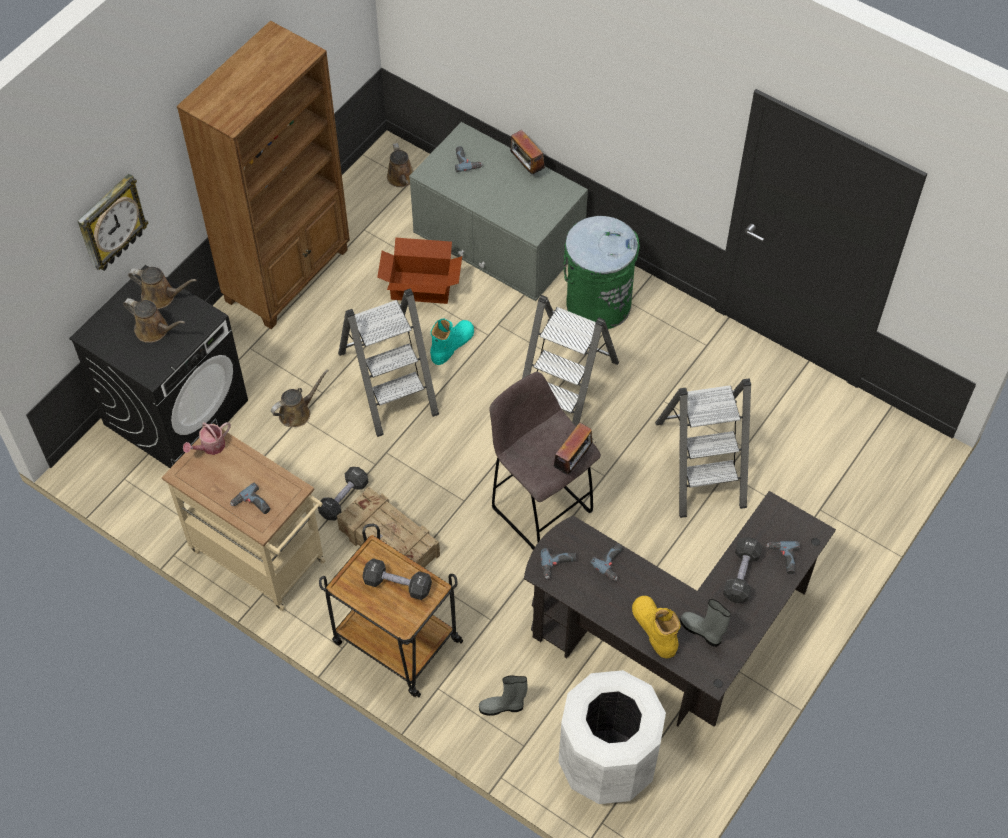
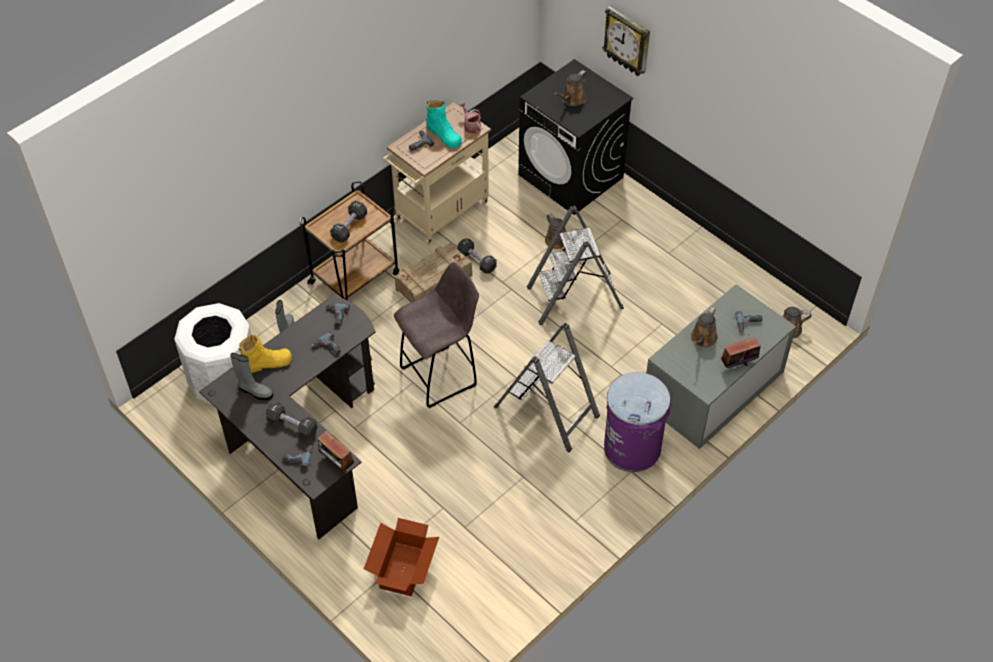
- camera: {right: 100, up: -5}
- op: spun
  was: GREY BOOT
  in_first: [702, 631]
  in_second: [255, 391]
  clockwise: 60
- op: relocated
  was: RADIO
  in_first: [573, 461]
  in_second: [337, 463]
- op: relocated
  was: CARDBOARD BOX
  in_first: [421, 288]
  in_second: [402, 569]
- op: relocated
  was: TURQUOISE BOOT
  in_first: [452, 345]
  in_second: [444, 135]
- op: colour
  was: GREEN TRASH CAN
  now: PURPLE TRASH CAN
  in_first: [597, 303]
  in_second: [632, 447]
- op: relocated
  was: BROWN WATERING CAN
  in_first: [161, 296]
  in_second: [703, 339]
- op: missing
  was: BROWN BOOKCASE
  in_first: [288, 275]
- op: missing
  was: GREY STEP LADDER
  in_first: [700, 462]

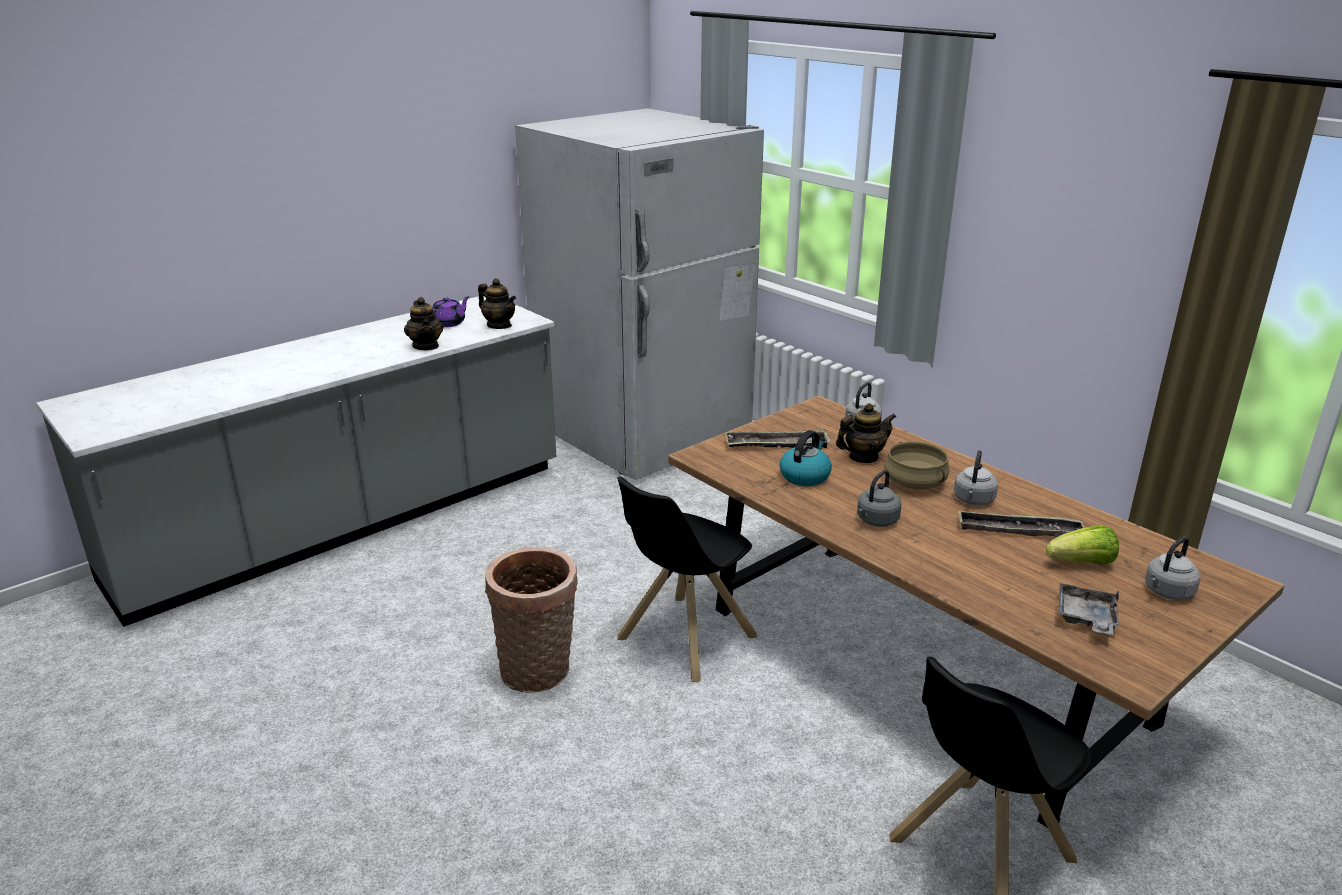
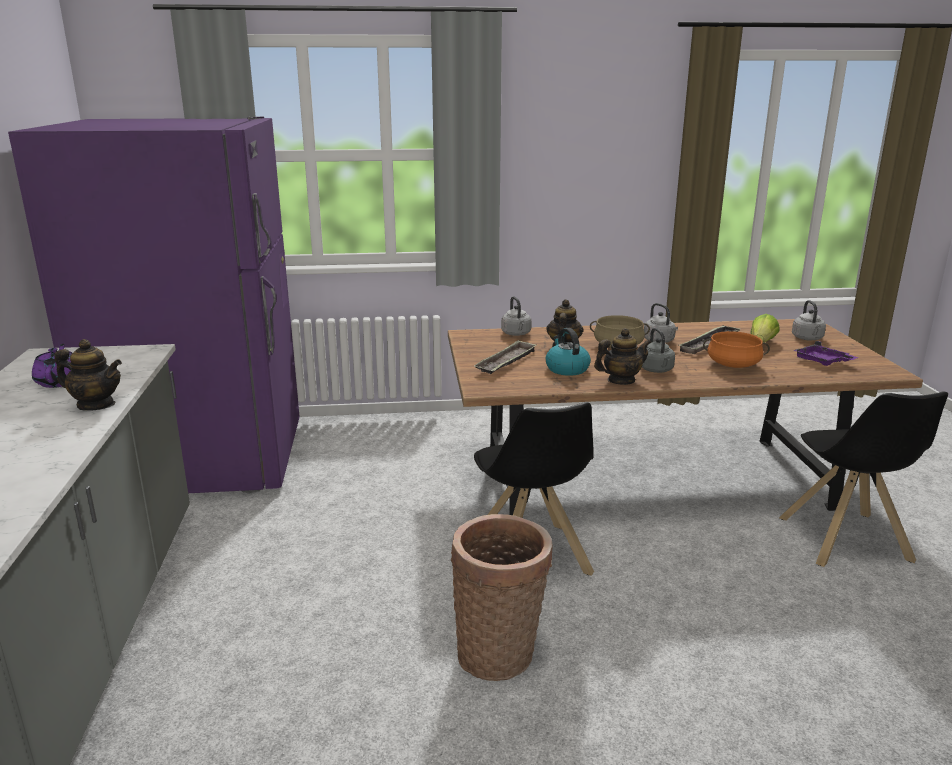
- camera: {right: -55, up: -5}
- op: colour
  was: WHITE FRIDGE
  now: PURPLE FRIDGE
  in_first: [644, 432]
  in_second: [205, 457]
- op: relocated
  was: TEAPOT
  in_first: [499, 325]
  in_second: [621, 381]
- op: appeared
  now: ORANGE COOKING POT
  in_second: [733, 365]
- op: colour
  was: GREY TRAY
  now: PURPLE TRAY
  in_first: [1086, 618]
  in_second: [822, 362]

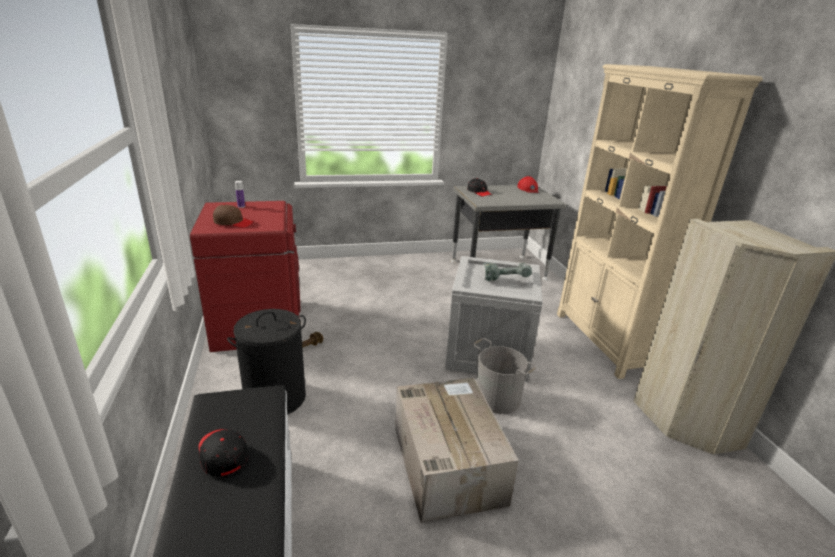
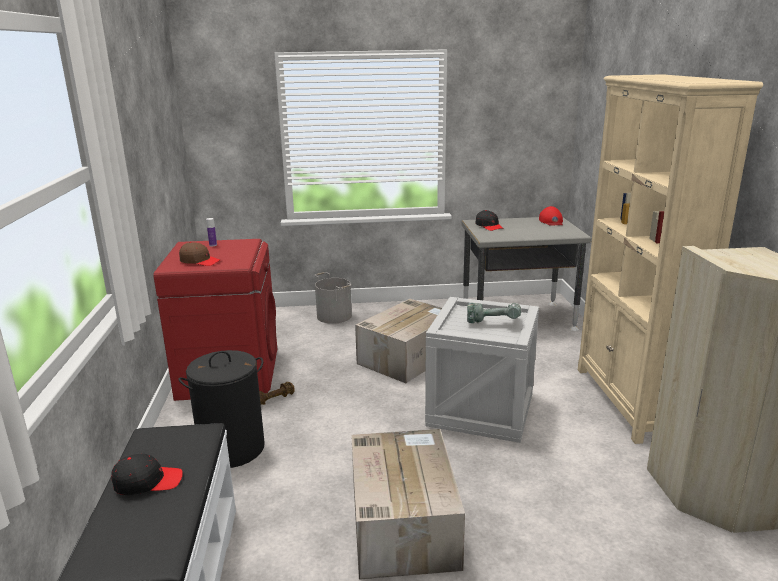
- camera: {right: 10, up: -5}
- op: spun
  was: BLACK CAP
  in_first: [222, 454]
  in_second: [148, 481]
  clockwise: 105
- op: relocated
  was: GREY BUCKET
  in_first: [497, 397]
  in_second: [334, 316]
- op: appeared
  now: CARDBOARD BOX
  in_second: [408, 356]

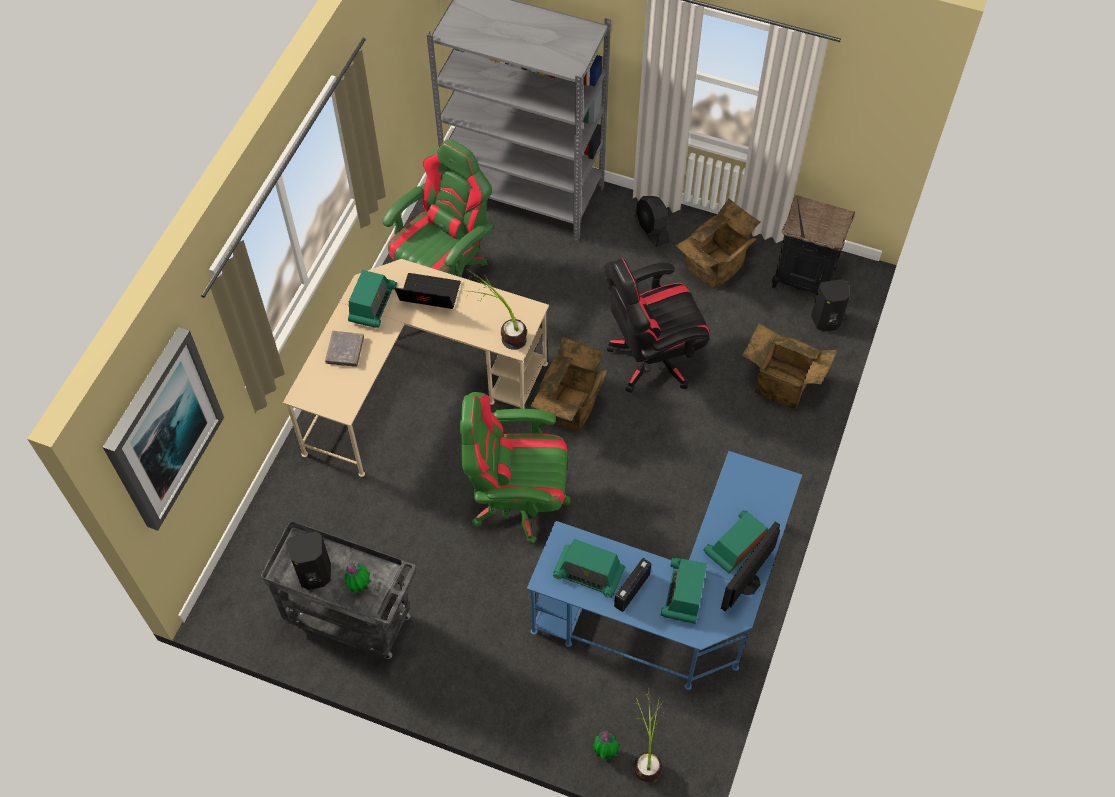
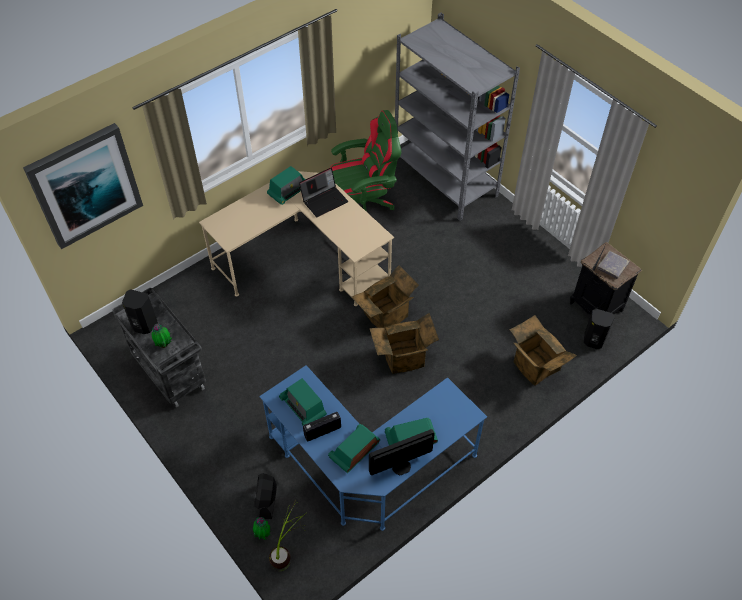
- camera: {right: 30, up: -5}
- op: relocated
  was: BLACK FAN
  in_first: [651, 230]
  in_second: [267, 500]
- op: spun
  was: LAPTOP
  in_first: [428, 296]
  in_second: [324, 200]
  clockwise: 105
- op: relocated
  was: CARDBOARD BOX
  in_first: [715, 267]
  in_second: [403, 358]
- op: relocated
  was: GREY BOOK
  in_first: [345, 350]
  in_second: [612, 266]
- op: missing
  was: GREEN OFFICE CHAIR
  in_first: [518, 500]
- op: missing
  was: POTTED PLANT
  in_first: [501, 332]
- op: missing
  was: BLACK OFFICE CHAIR
  in_first: [653, 357]

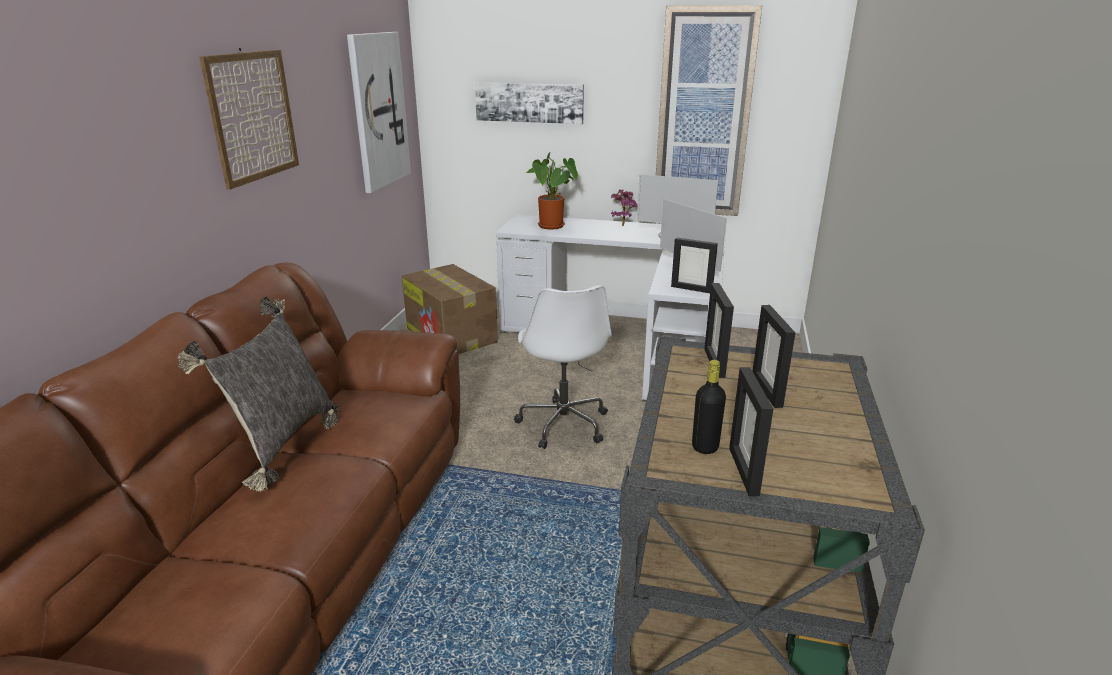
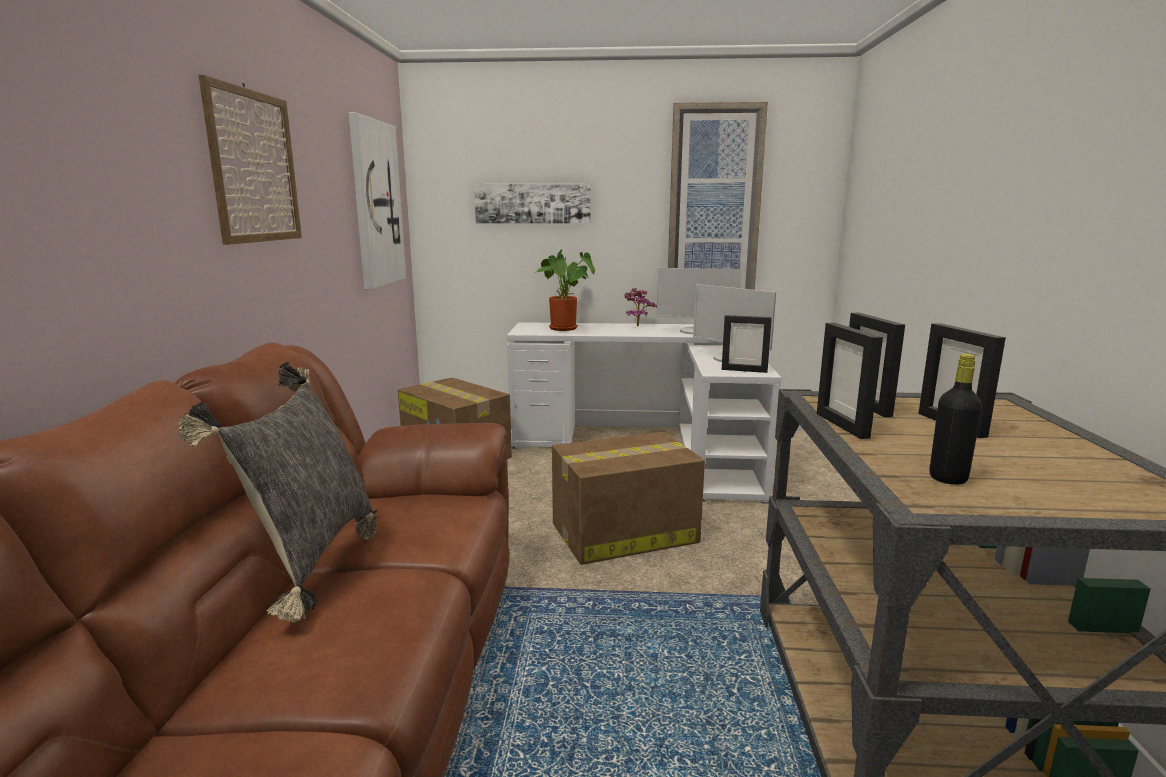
- camera: {right: -10, up: -10}
- op: exchanged
  was: WHITE OFFICE CHAIR
  now: CARDBOARD BOX
  in_first: [564, 426]
  in_second: [622, 533]
- op: relocated
  was: PICTURE FRAME
  in_first: [745, 471]
  in_second: [843, 425]

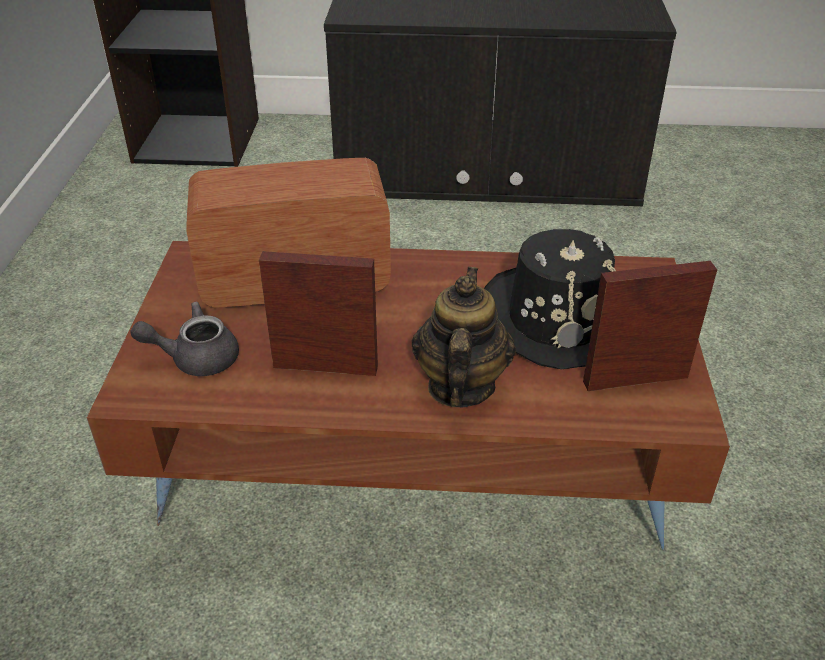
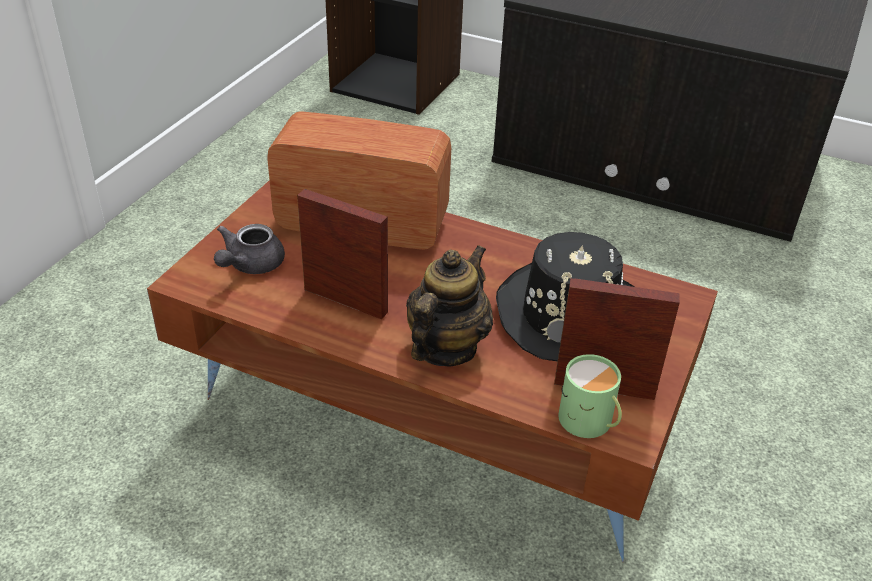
- camera: {right: 20, up: 0}
- op: spun
  was: GREY TEAPOT
  in_first: [196, 358]
  in_second: [250, 265]
  clockwise: -75
- op: appeared
  now: GREEN MUG
  in_second: [589, 422]

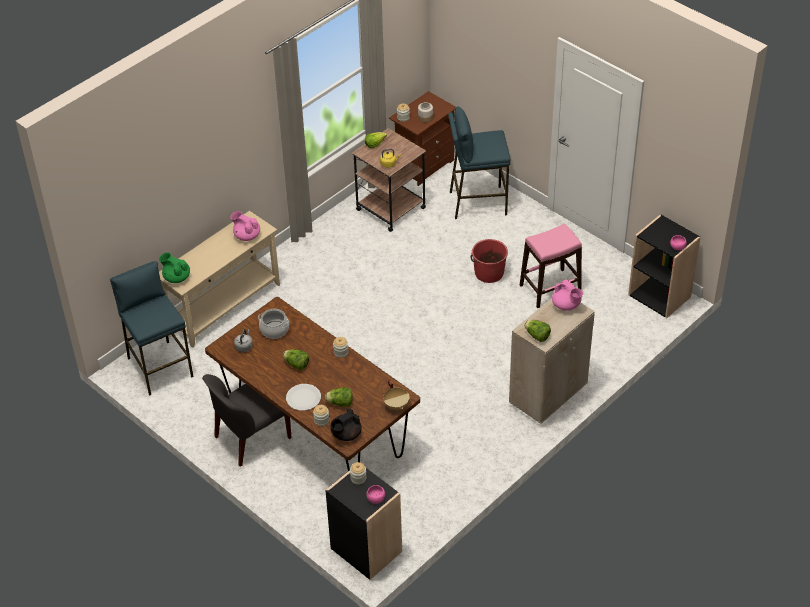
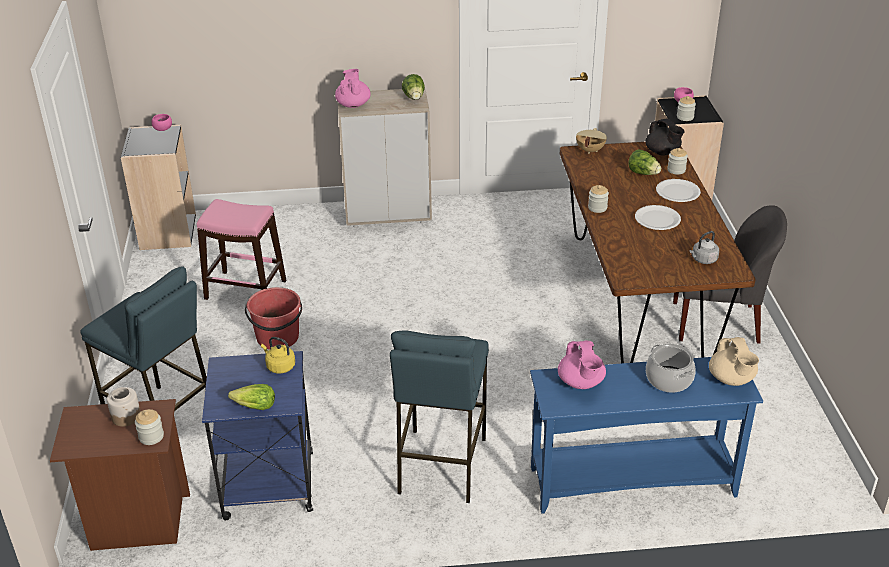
- camera: {right: -140, up: -10}
- op: colour
  was: BROWN CART
  now: BLUE CART
  in_first: [391, 208]
  in_second: [267, 484]
- op: relocated
  was: BLUE STOOL
  in_first: [160, 367]
  in_second: [440, 466]
- op: colour
  was: BEIGE CONSOLE TABLE
  now: BLUE CONSOLE TABLE
  in_first: [224, 306]
  in_second: [631, 482]
- op: exchanged
  was: LETTUCE
  now: WHITE PLATE
  in_first: [296, 364]
  in_second: [657, 219]
- op: spun
  was: BLACK TEAPOT
  in_first: [346, 434]
  in_second: [662, 152]
  clockwise: 60
- op: relocated
  was: COOKING POT
  in_first: [274, 330]
  in_second: [668, 379]
- op: colour
  was: GREEN TEAPOT
  now: BEIGE TEAPOT
  in_first: [176, 277]
  in_second: [731, 379]

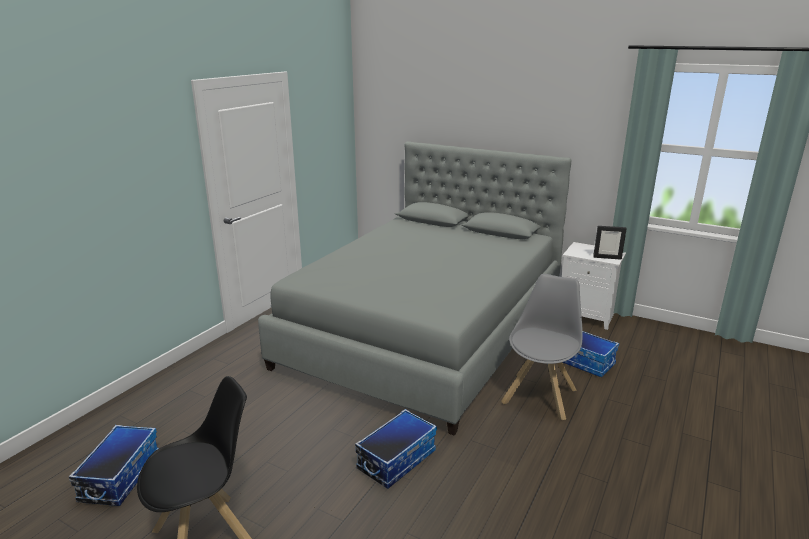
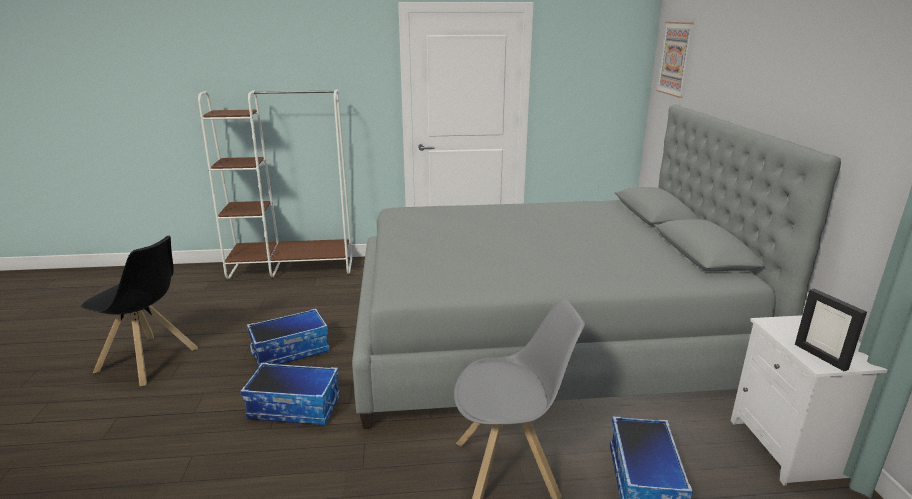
- camera: {right: 55, up: 0}
- op: appeared
  now: BROWN CLOTHES RACK
  in_second: [292, 269]
- op: relocated
  was: STORAGE BOX
  in_first: [120, 477]
  in_second: [290, 351]
- op: appeared
  now: PICTURE
  in_second: [675, 58]

